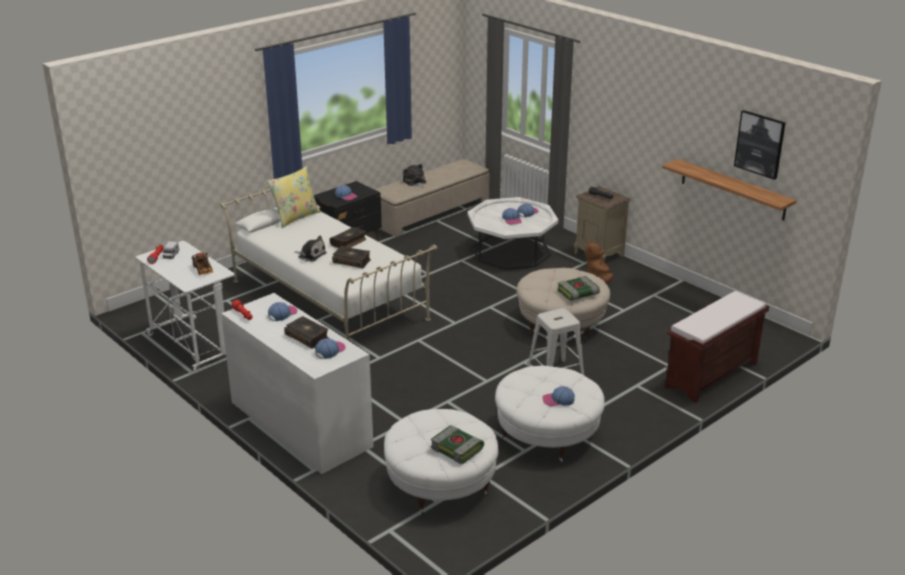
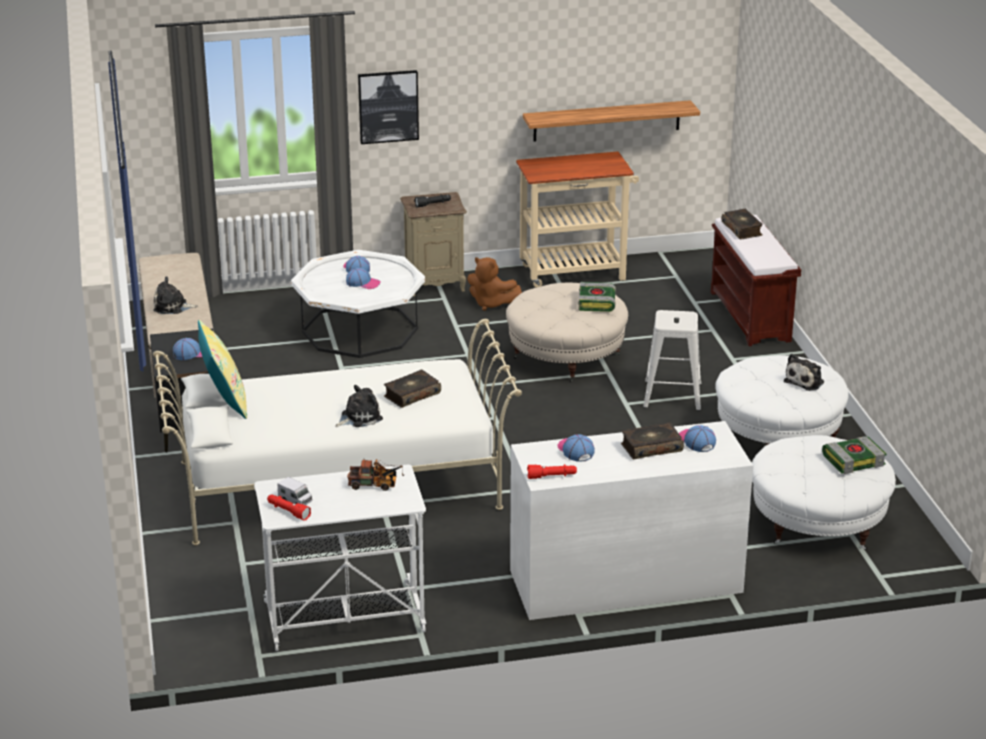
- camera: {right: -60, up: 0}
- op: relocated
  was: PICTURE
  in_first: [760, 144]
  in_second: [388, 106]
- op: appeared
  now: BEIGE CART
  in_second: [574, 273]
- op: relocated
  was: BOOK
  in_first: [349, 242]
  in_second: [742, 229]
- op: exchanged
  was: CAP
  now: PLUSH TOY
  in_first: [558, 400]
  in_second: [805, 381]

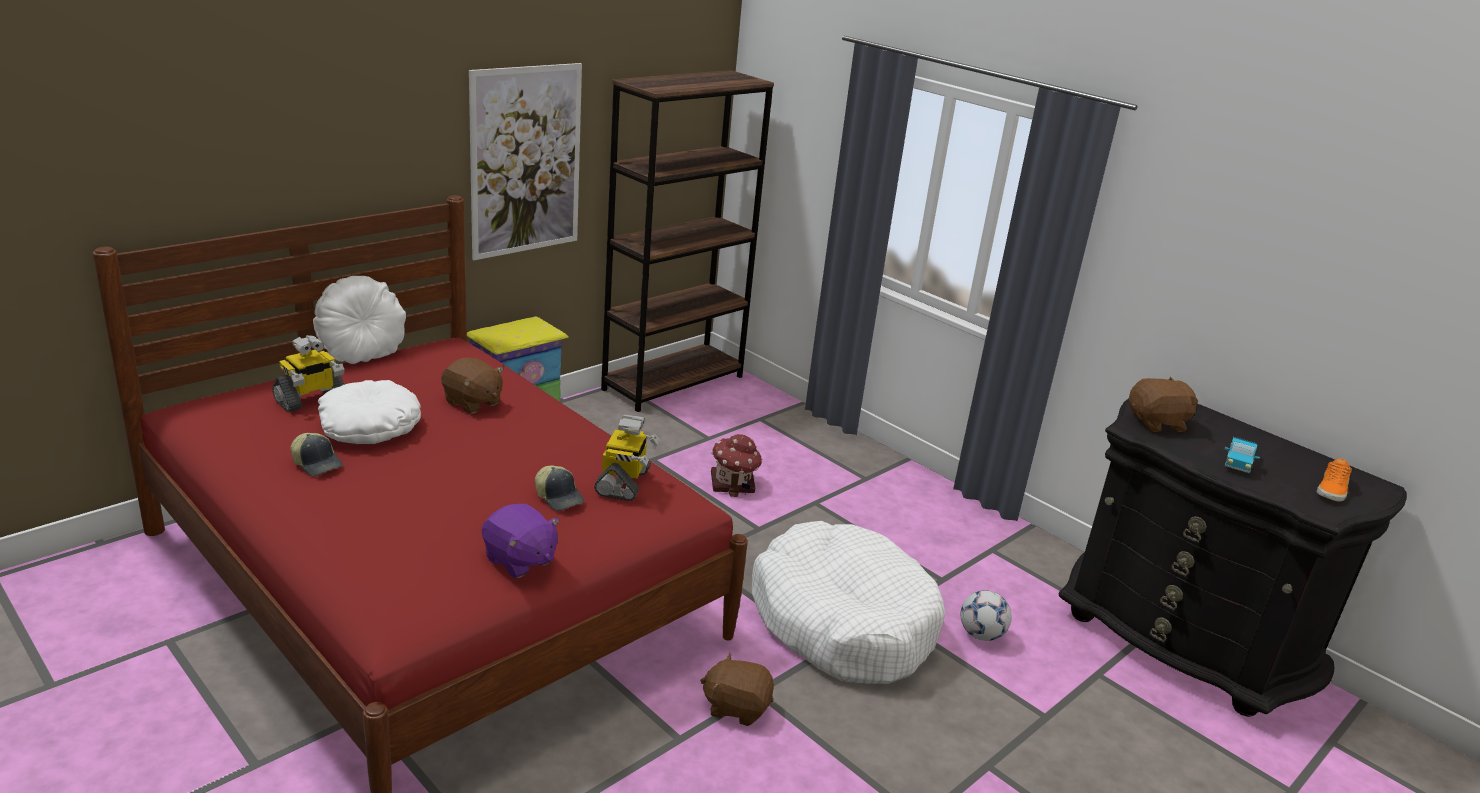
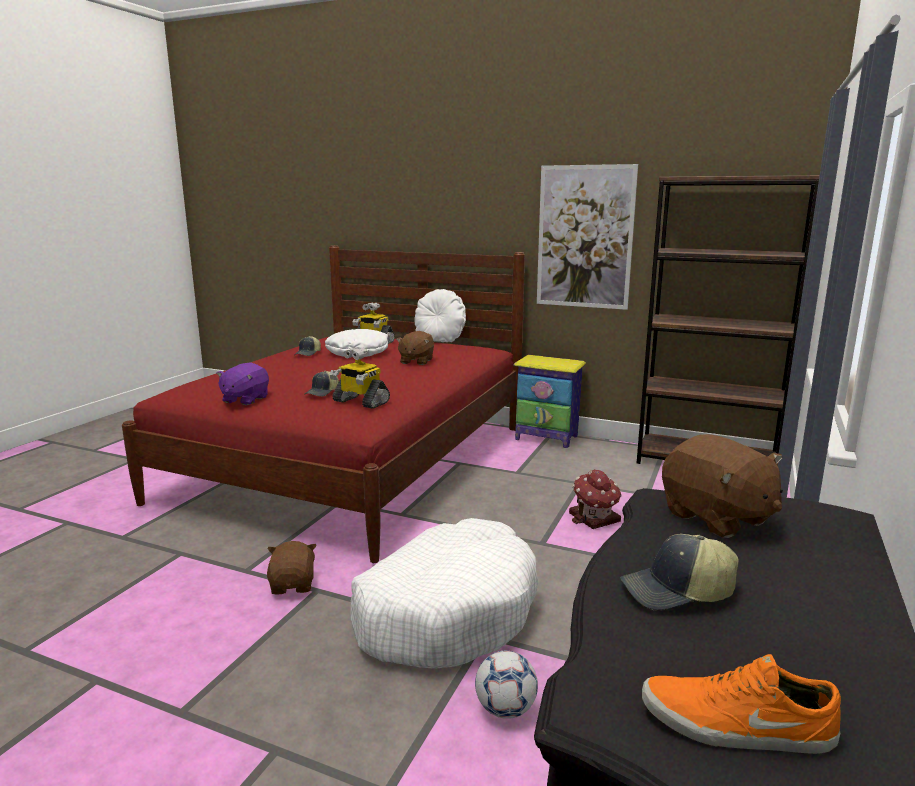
- camera: {right: 70, up: -10}
- op: spun
  was: TOY ROBOT
  in_first: [624, 482]
  in_second: [360, 402]
  clockwise: 45
- op: exchanged
  was: TOY TRUCK
  now: CAP
  in_first: [1237, 463]
  in_second: [677, 592]

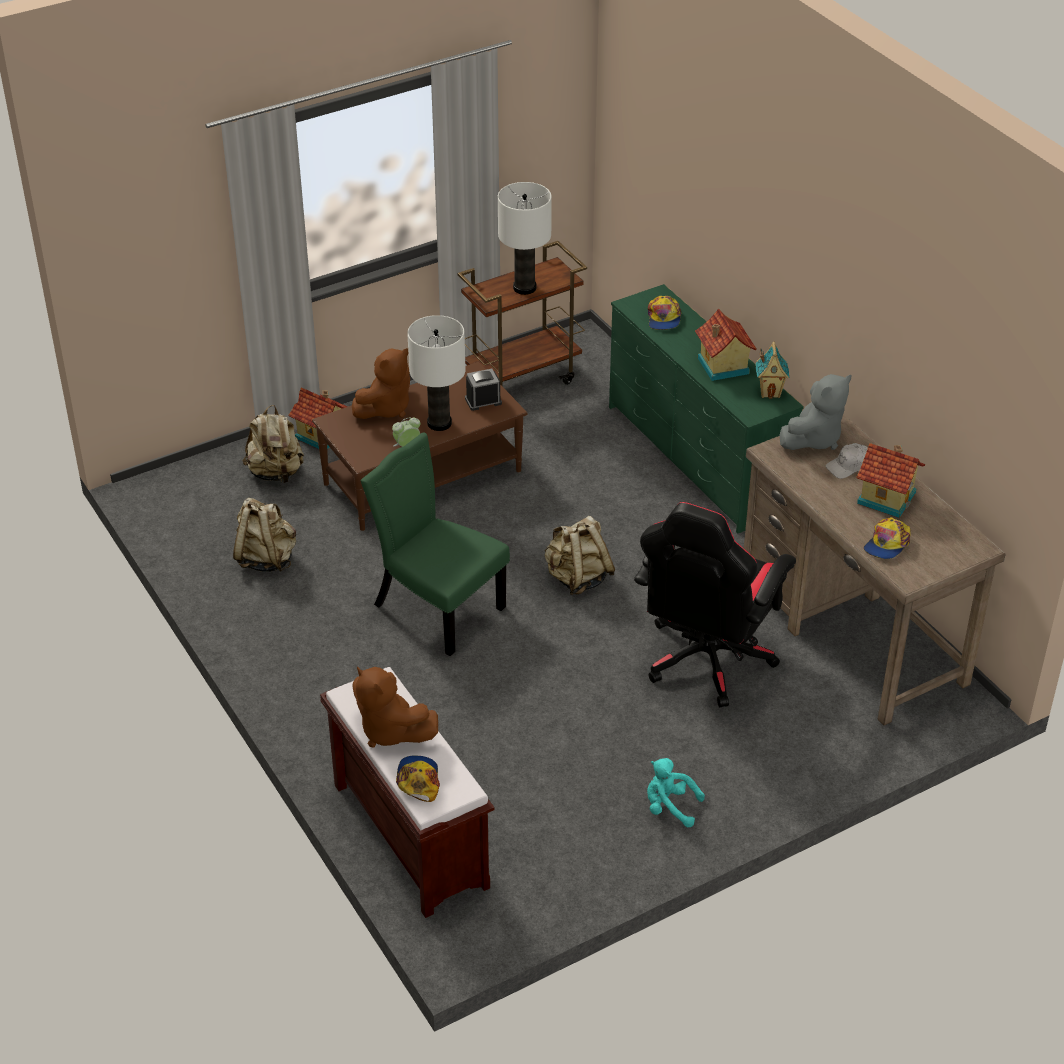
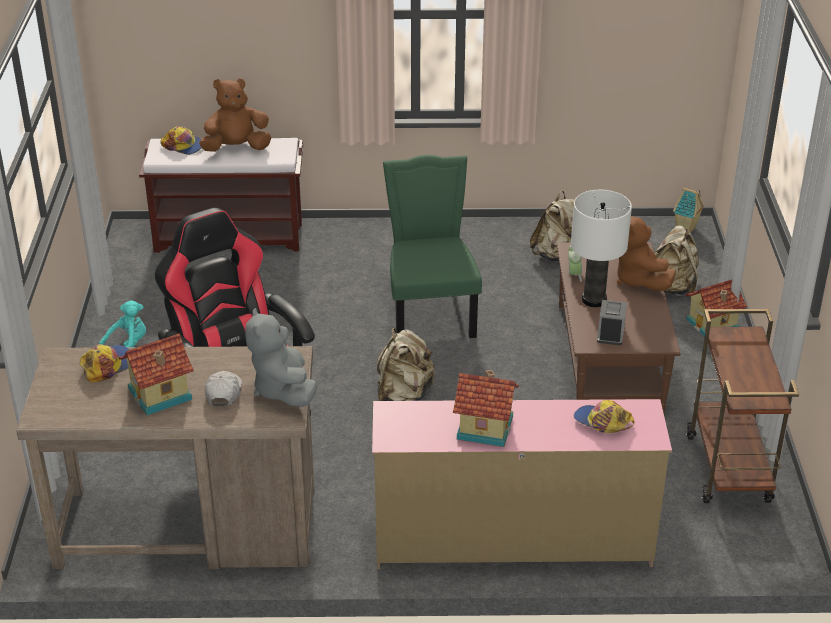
- camera: {right: 120, up: -5}
- op: spun
  was: CAP
  in_first: [887, 544]
  in_second: [107, 365]
  clockwise: 75
- op: colour
  was: GREEN DRESSER
  now: PINK DRESSER
  in_first: [695, 458]
  in_second: [512, 540]
- op: spun
  was: GREEN CHAIR
  in_first: [439, 610]
  in_second: [430, 314]
  clockwise: -75
- op: relocated
  was: TOY HOUSE
  in_first: [770, 392]
  in_second: [686, 229]
- op: missing
  was: WHITE TABLE LAMP
  in_first: [524, 288]

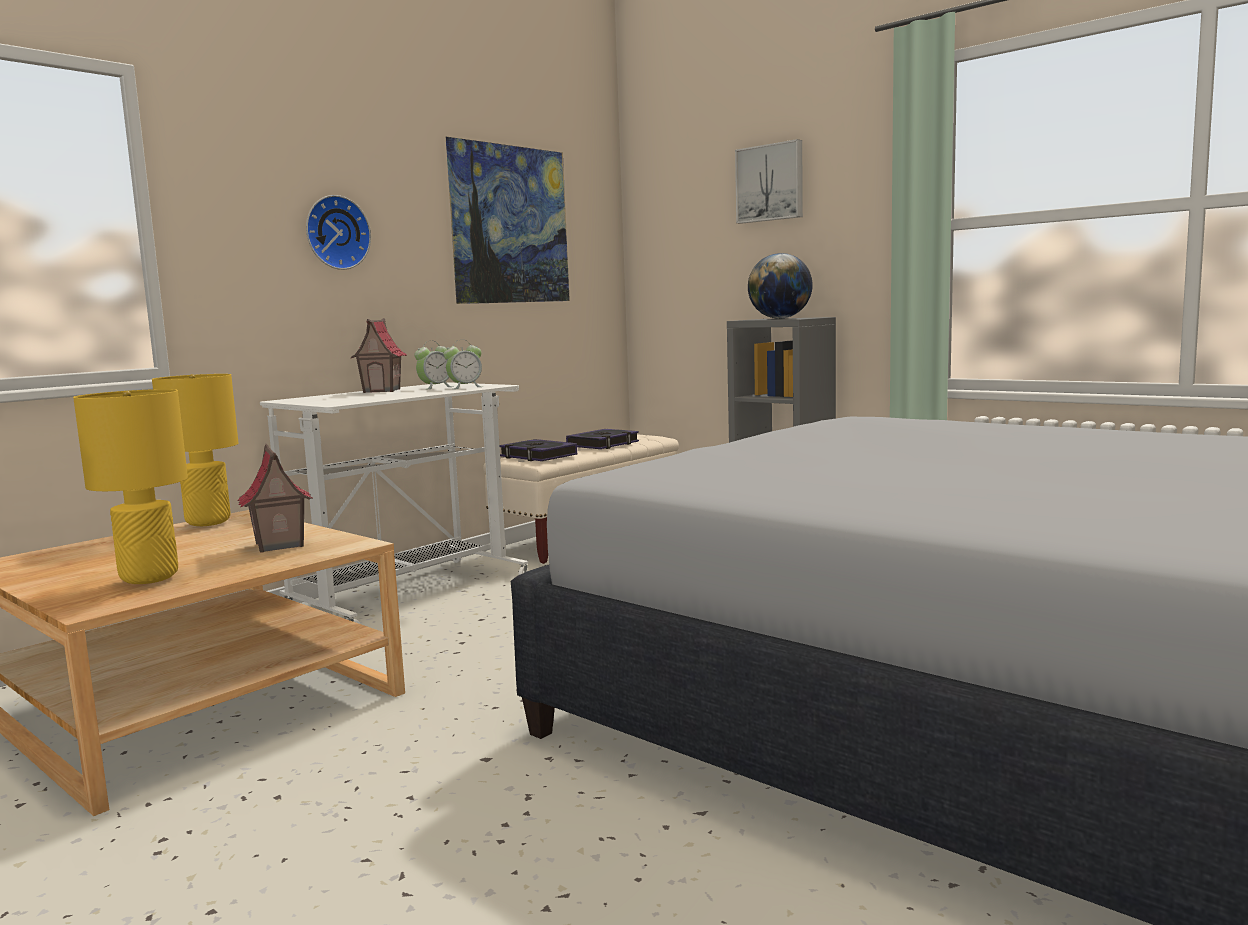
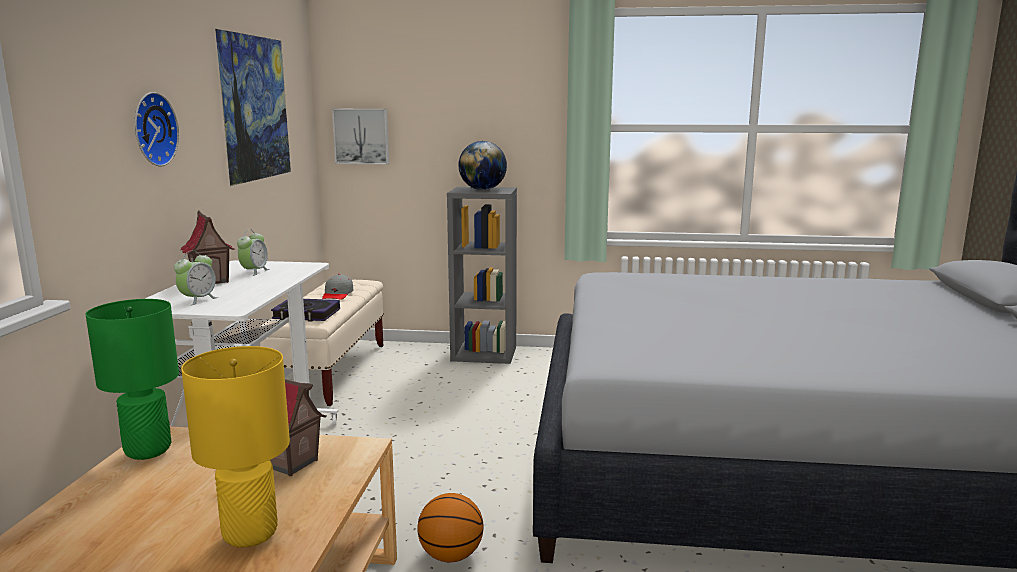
- camera: {right: -35, up: 5}
- op: colour
  was: YELLOW TABLE LAMP
  now: GREEN TABLE LAMP
  in_first: [208, 524]
  in_second: [147, 453]
- op: relocated
  was: ALARM CLOCK
  in_first: [465, 387]
  in_second: [198, 300]
- op: exchanged
  was: BOOK
  now: GREY CAP
  in_first: [603, 444]
  in_second: [338, 294]
- op: relocated
  was: PICTURE
  in_first: [770, 183]
  in_second: [362, 136]
- op: appeared
  now: BASKETBALL
  in_second: [451, 555]

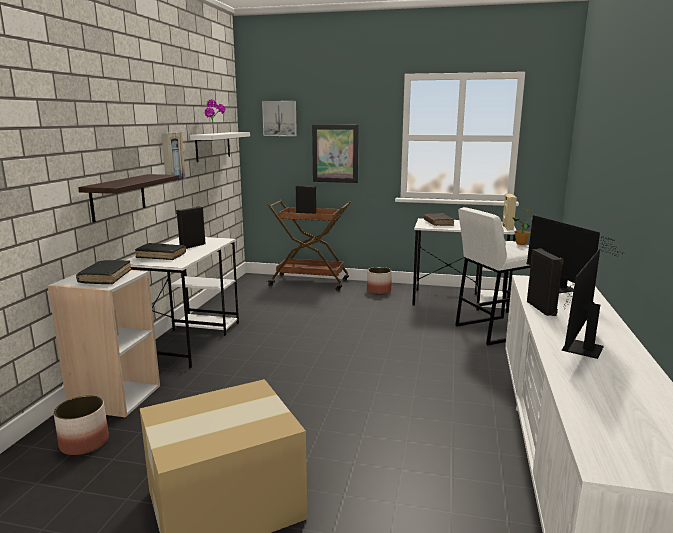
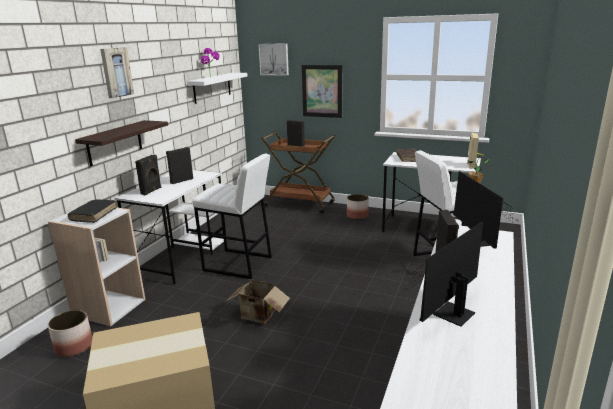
- camera: {right: 10, up: 5}
- op: relocated
  was: PICTURE
  in_first: [171, 156]
  in_second: [116, 72]
- op: exchanged
  was: BLACK BOOK
  now: BLACK SPEAKER
  in_first: [161, 256]
  in_second: [152, 191]
- op: appeared
  now: WHITE STOOL
  in_second: [239, 264]
- op: appeared
  now: CARDBOARD BOX
  in_second: [258, 316]

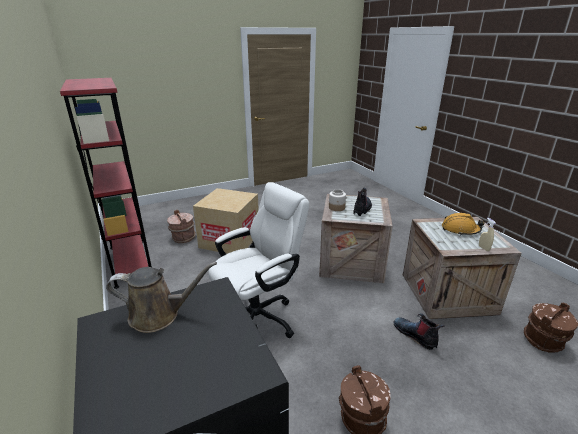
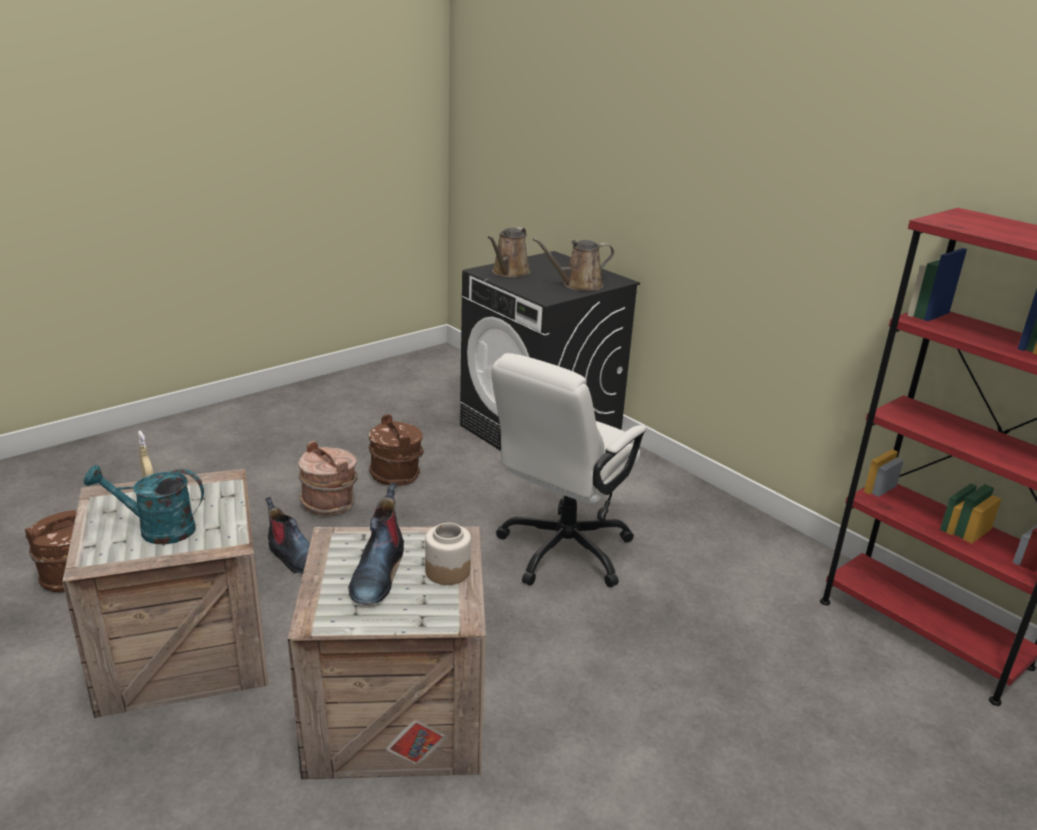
- camera: {right: 165, up: 0}
- op: exchanged
  was: ORANGE HARD HAT
  now: TURQUOISE WATERING CAN
  in_first: [460, 230]
  in_second: [157, 530]
- op: relocated
  was: BROWN BUCKET
  in_first: [183, 238]
  in_second: [329, 503]
- op: appeared
  now: BROWN WATERING CAN
  in_second: [509, 273]
- op: missing
  was: CARDBOARD BOX
  in_first: [230, 240]

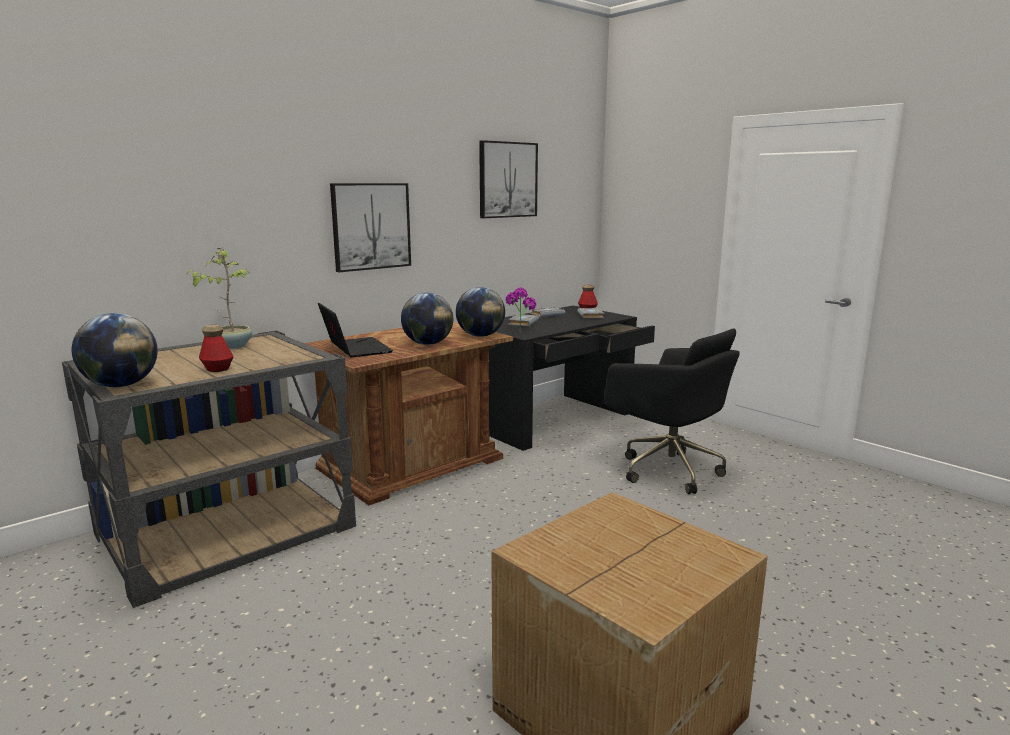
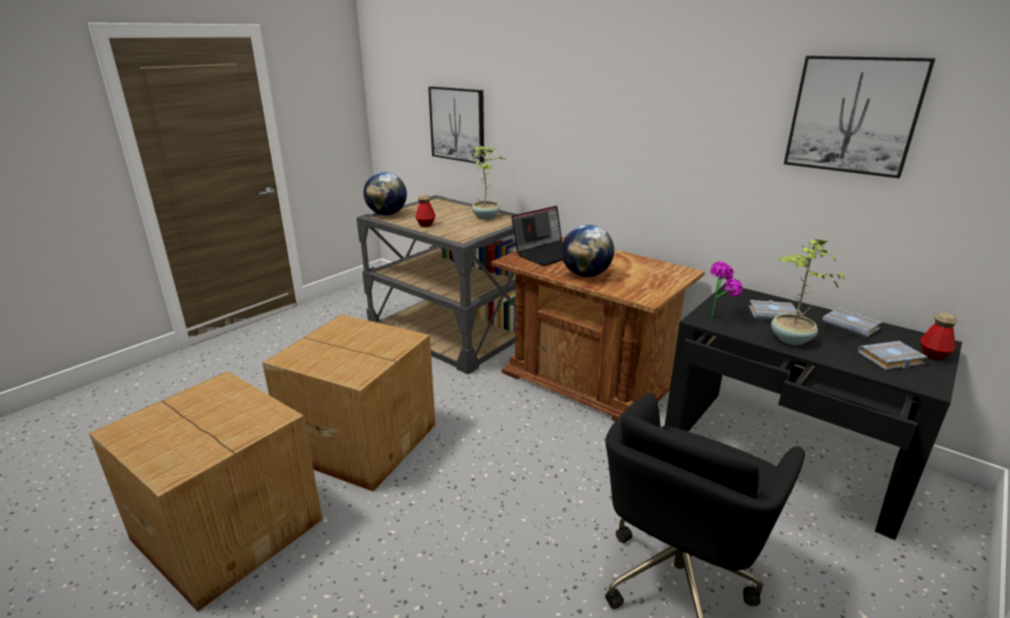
- camera: {right: 80, up: 10}
- op: appeared
  now: CARDBOARD BOX
  in_second: [361, 439]
- op: relocated
  was: PICTURE
  in_first: [371, 226]
  in_second: [458, 124]
- op: appeared
  now: POTTED PLANT
  in_second: [790, 340]
- op: missing
  was: GLOBE
  in_first: [480, 336]

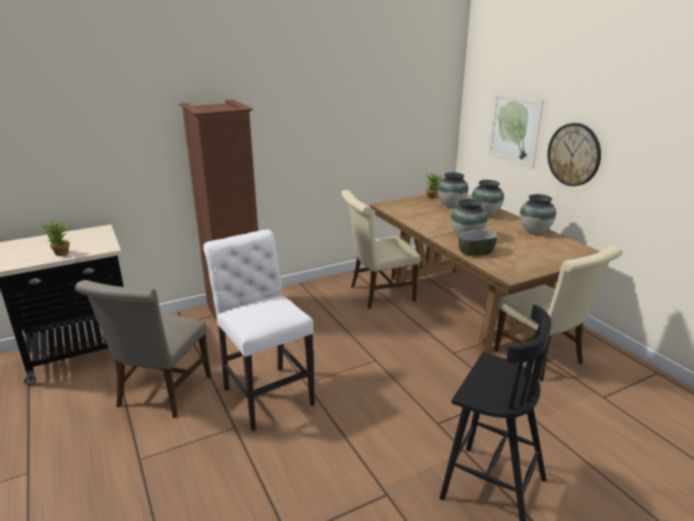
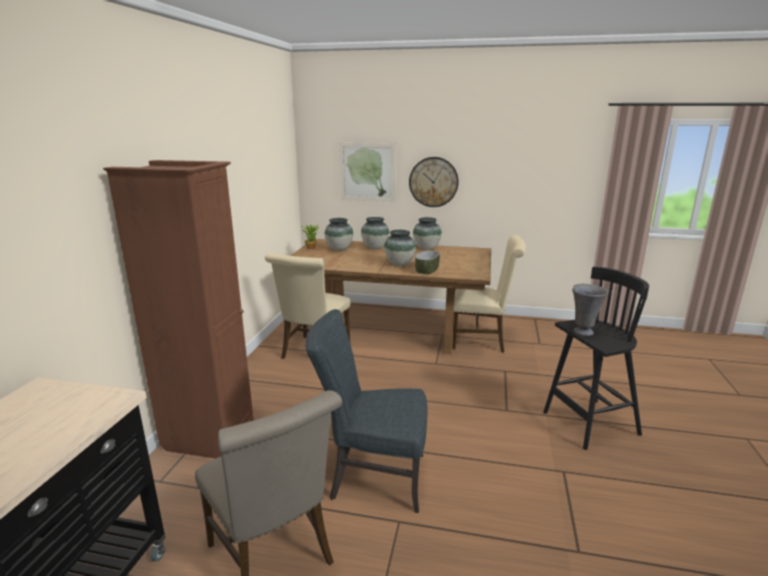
- camera: {right: -50, up: -5}
- op: exchanged
  was: WHITE STOOL
  now: GREY CHAIR
  in_first: [266, 393]
  in_second: [371, 477]
- op: appeared
  now: GREY VASE
  in_second: [583, 331]
- op: missing
  was: POTTED PLANT
  in_first: [62, 254]

